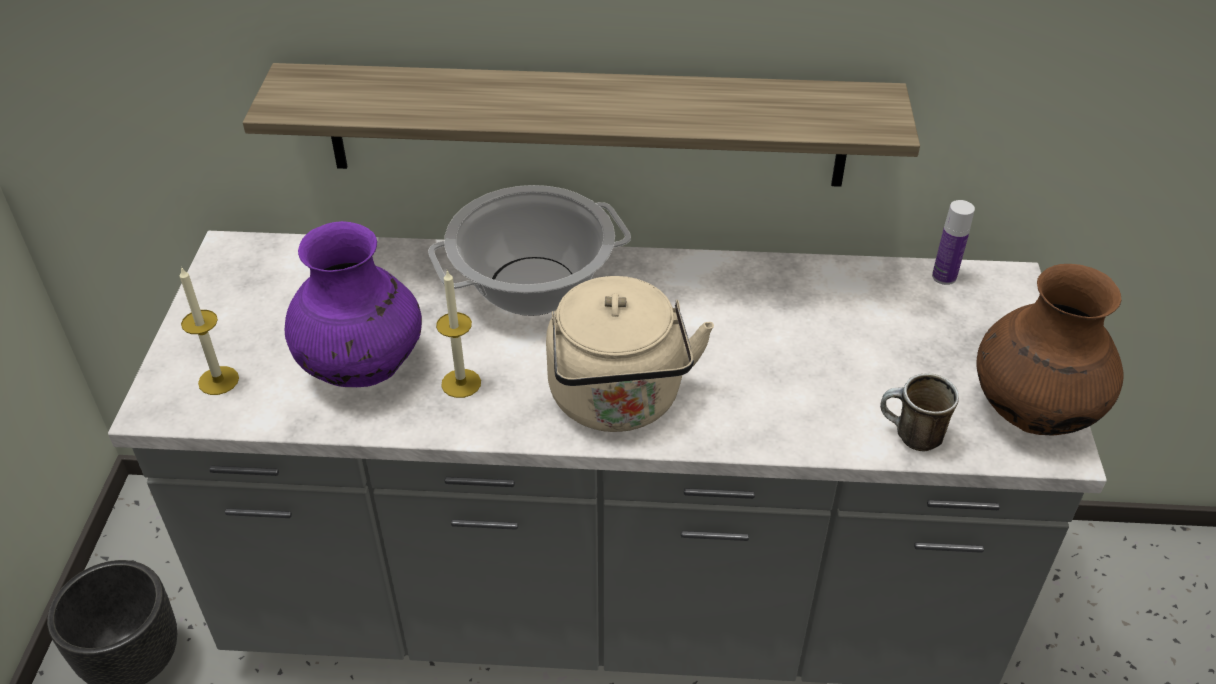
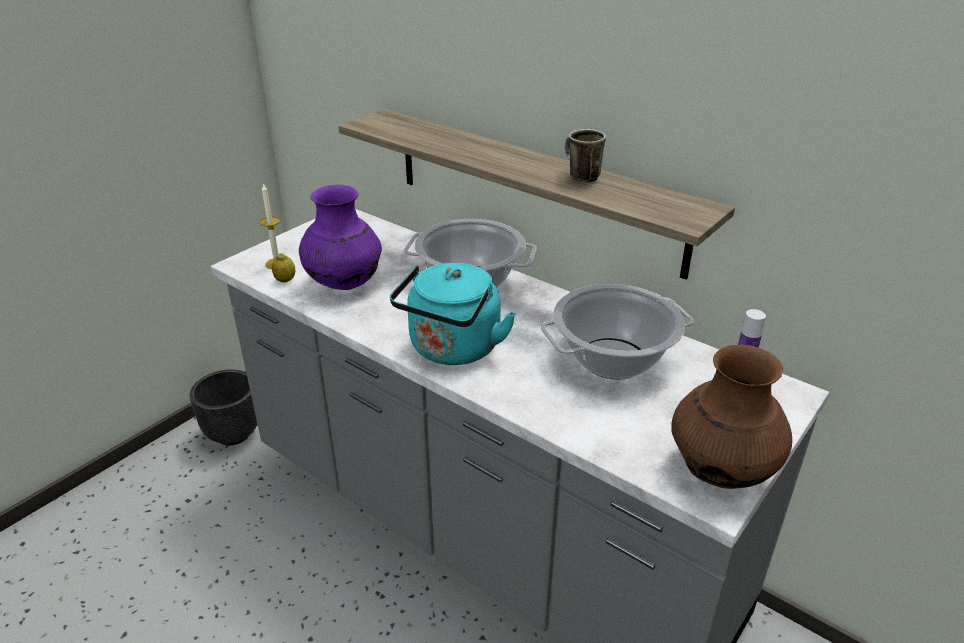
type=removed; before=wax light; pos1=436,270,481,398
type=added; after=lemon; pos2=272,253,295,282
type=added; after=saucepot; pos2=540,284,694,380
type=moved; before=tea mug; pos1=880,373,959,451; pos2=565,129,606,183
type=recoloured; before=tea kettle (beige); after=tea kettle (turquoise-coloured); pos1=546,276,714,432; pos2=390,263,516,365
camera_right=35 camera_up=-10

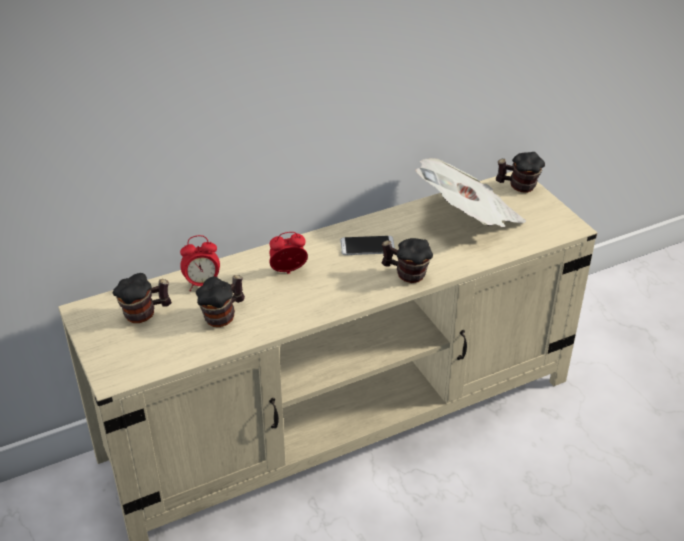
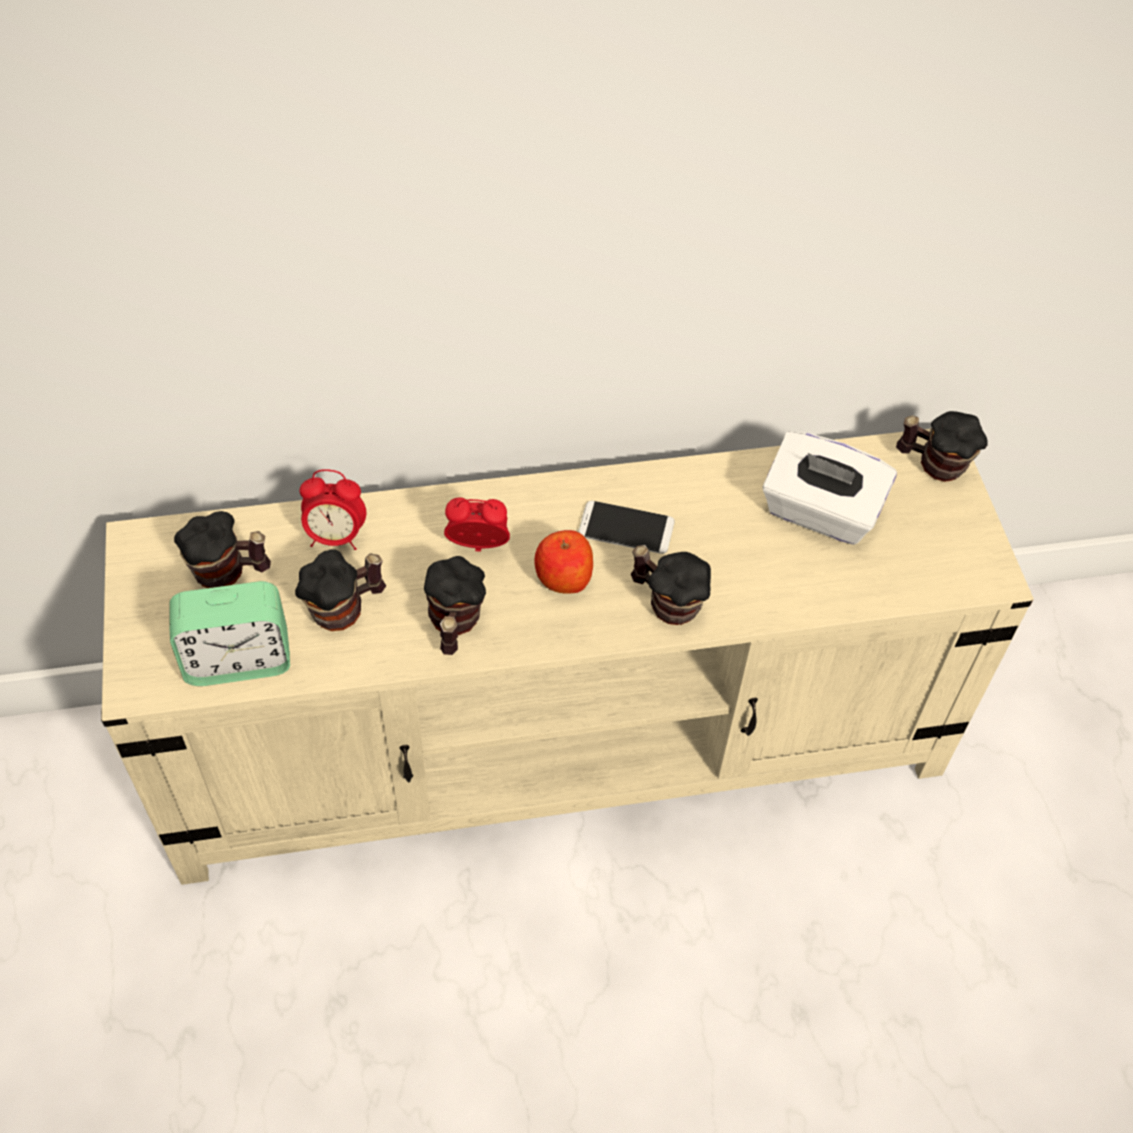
type=added; after=alarm clock; pos2=169,581,290,686
type=added; after=tea mug; pos2=424,556,486,655
type=added; after=whole apple; pos2=534,530,593,594
type=replaced; before=daily paper; after=box of tissues (whitish); pos1=415,158,526,227; pos2=762,431,897,545
camera_right=15 camera_up=15

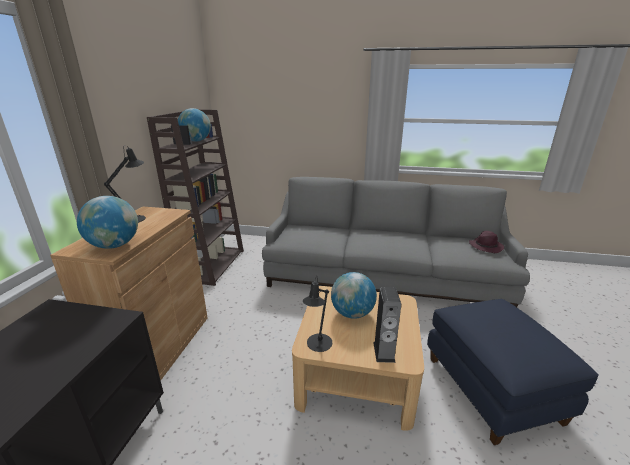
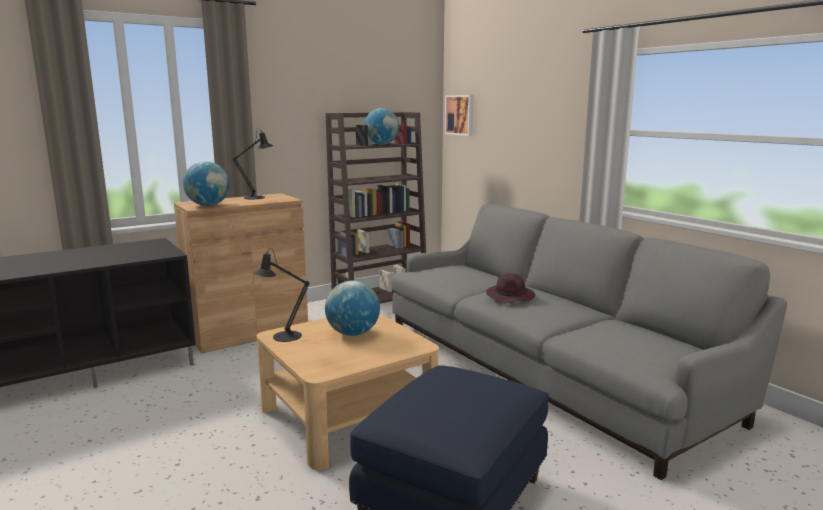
type=removed; before=audio speaker; pos1=373,287,401,363
type=added; after=wall picture; pos2=445,95,474,136
type=moved; before=clothing hat (purple-coloured); pos1=469,231,504,253; pos2=486,274,535,304
camera_right=45 camera_up=-10

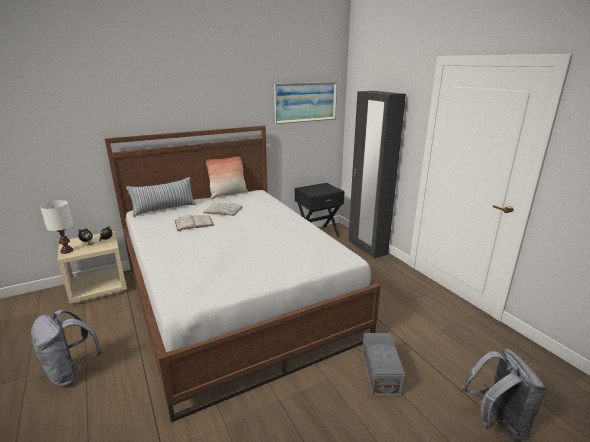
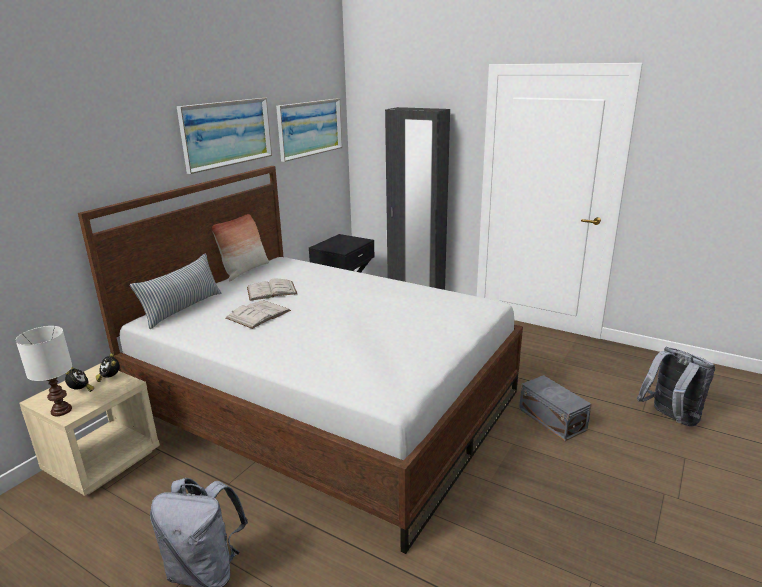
type=added; after=wall picture; pos2=177,98,272,174
camera_right=-30 camera_up=0

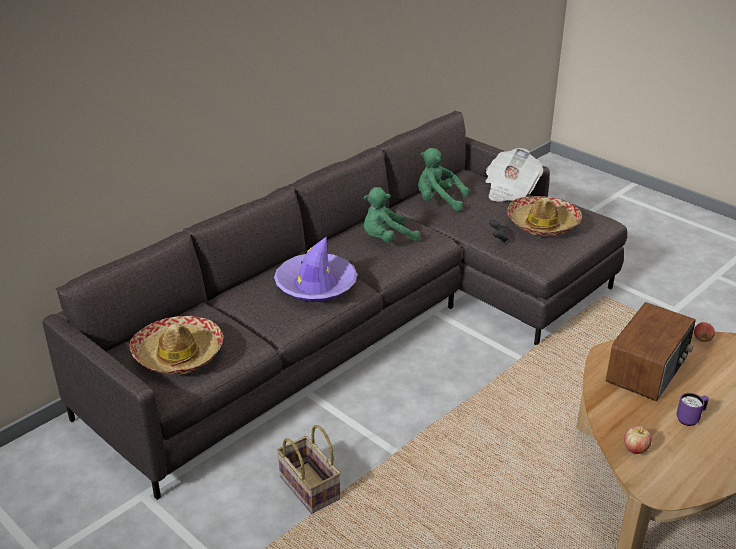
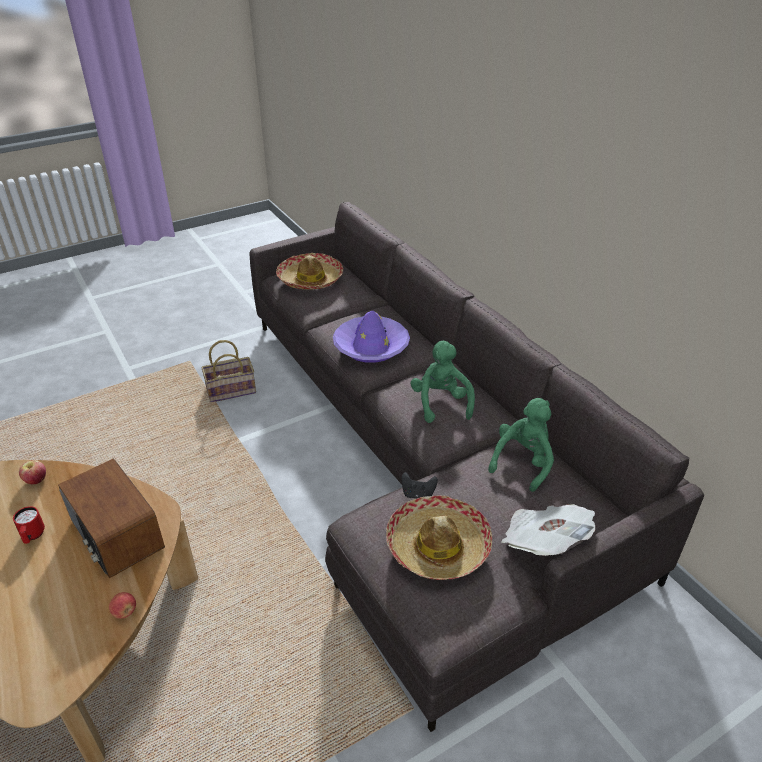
type=recoloured; before=tea mug (purple-coloured); after=tea mug (red-coloured); pos1=677,393,709,426; pos2=13,506,45,544
camera_right=105 camera_up=5

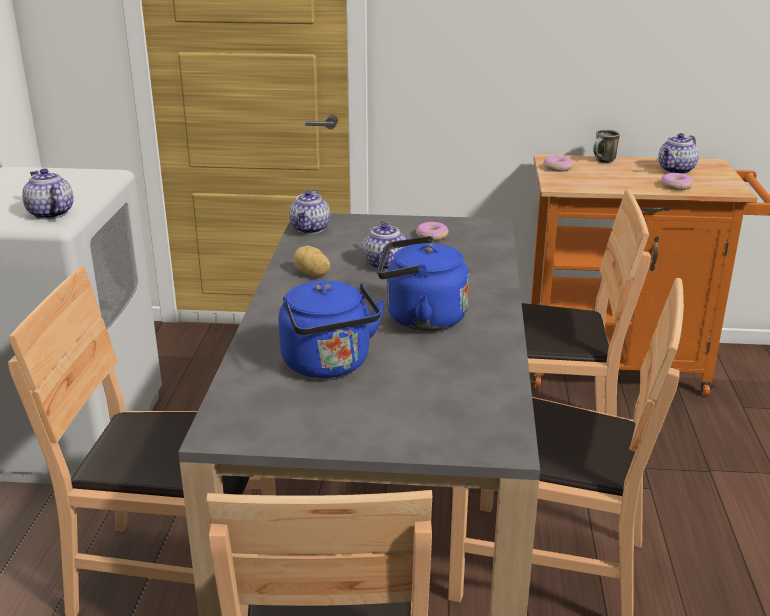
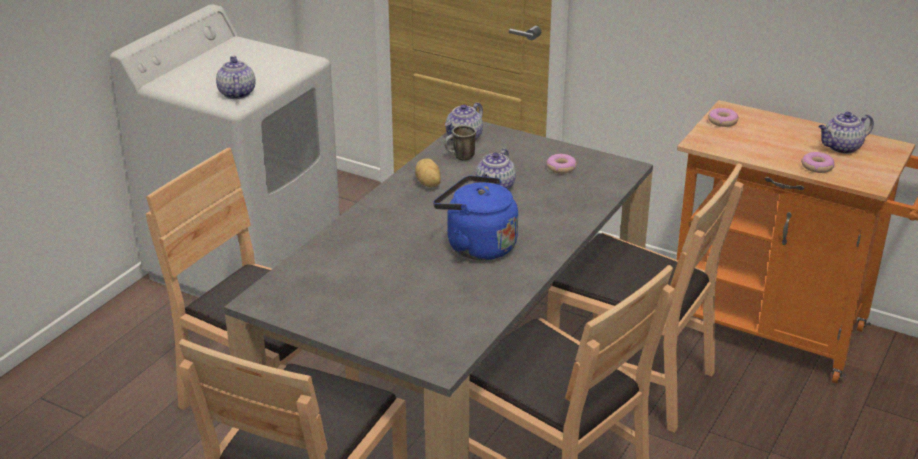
type=removed; before=tea kettle (bluish); pos1=279,281,385,378
type=moved; before=tea mug; pos1=593,129,620,163; pos2=445,125,476,161
camera_right=25 camera_up=5

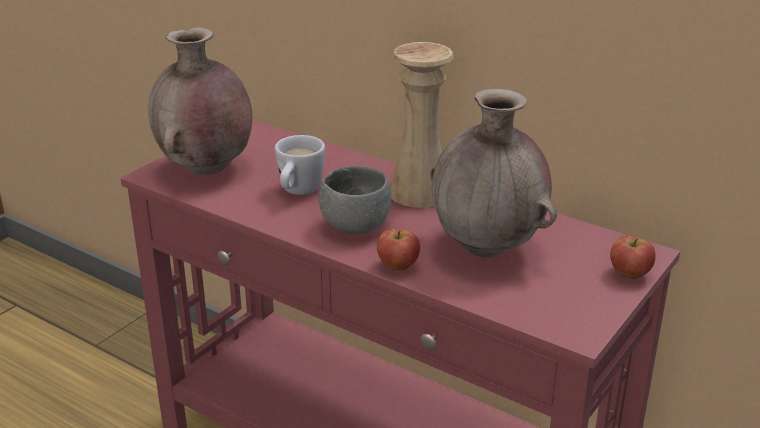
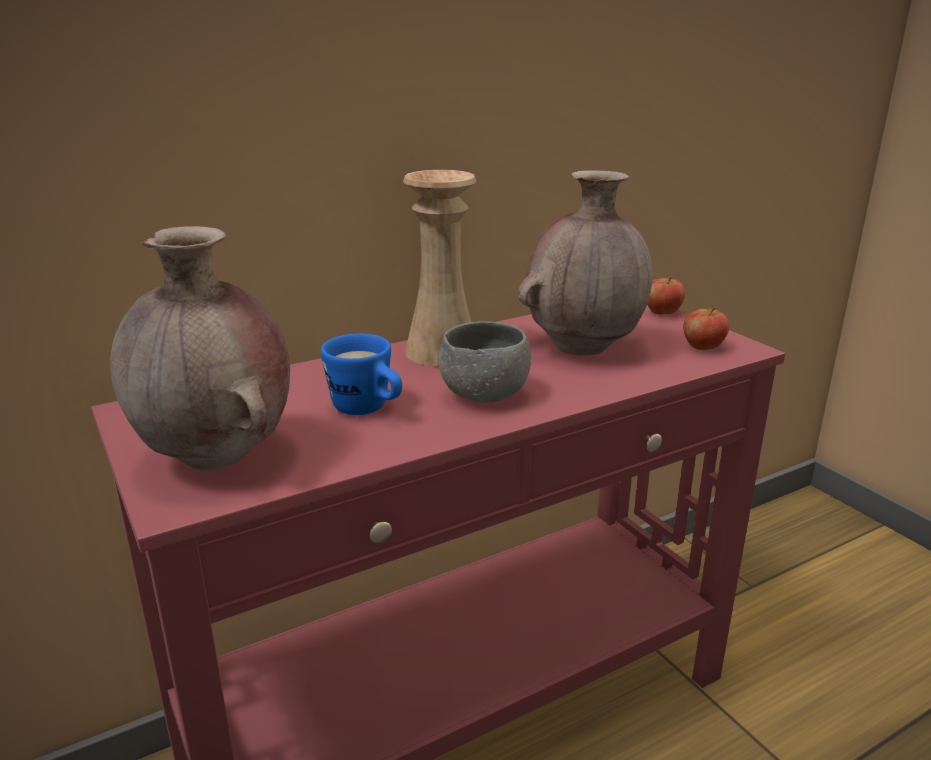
type=moved; before=whole apple; pos1=377,229,420,270; pos2=683,305,729,350
type=recoloured; before=tea mug (whitish); after=tea mug (bluish); pos1=275,135,325,195; pos2=321,334,402,415
camera_right=-65 camera_up=-5

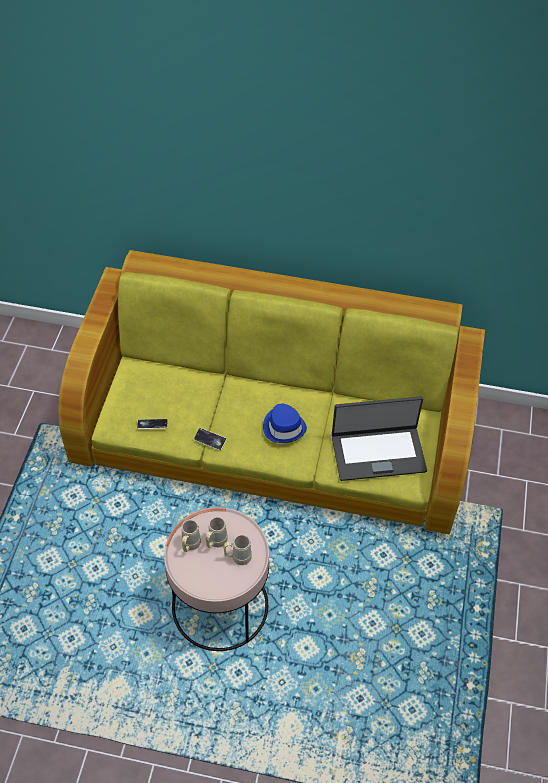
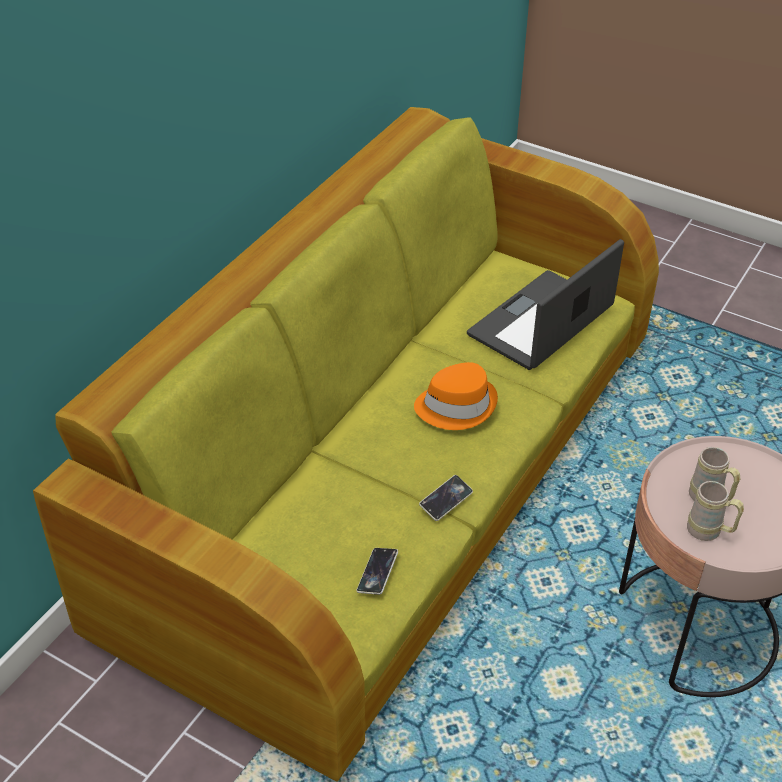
type=removed; before=tea mug (beige); pos1=223,535,252,565
type=recoloured; before=clothing hat (bluish); after=clothing hat (orangey); pos1=263,404,307,443; pos2=414,362,498,430
type=turned; before=portable computer; pos1=332,396,427,481; pos2=467,239,624,370; turn=-150
camera_right=-70 camera_up=-10

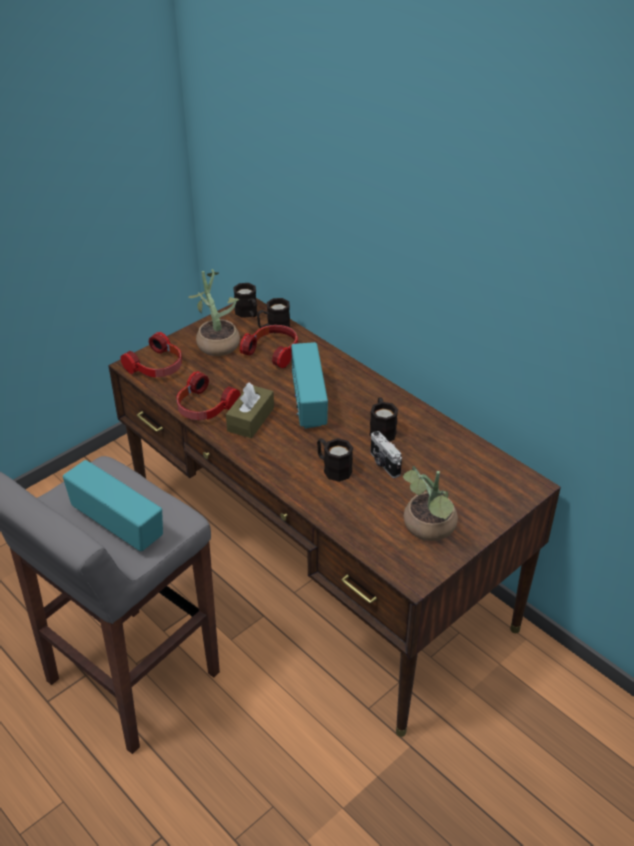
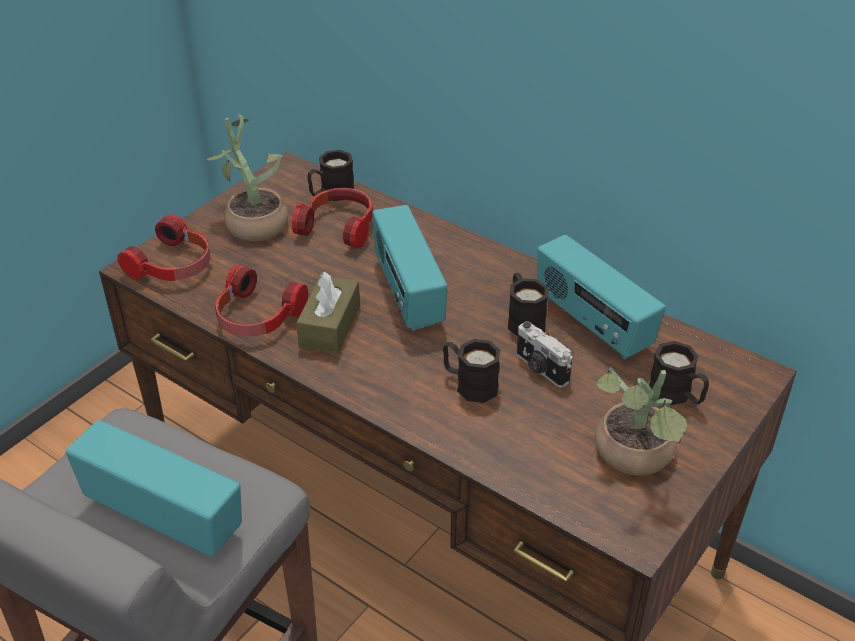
type=added; after=radio; pos2=537,235,666,360
type=moved; before=tea mug (black-coloured); pos1=233,283,257,318; pos2=649,341,709,406
camera_right=-10 camera_up=0

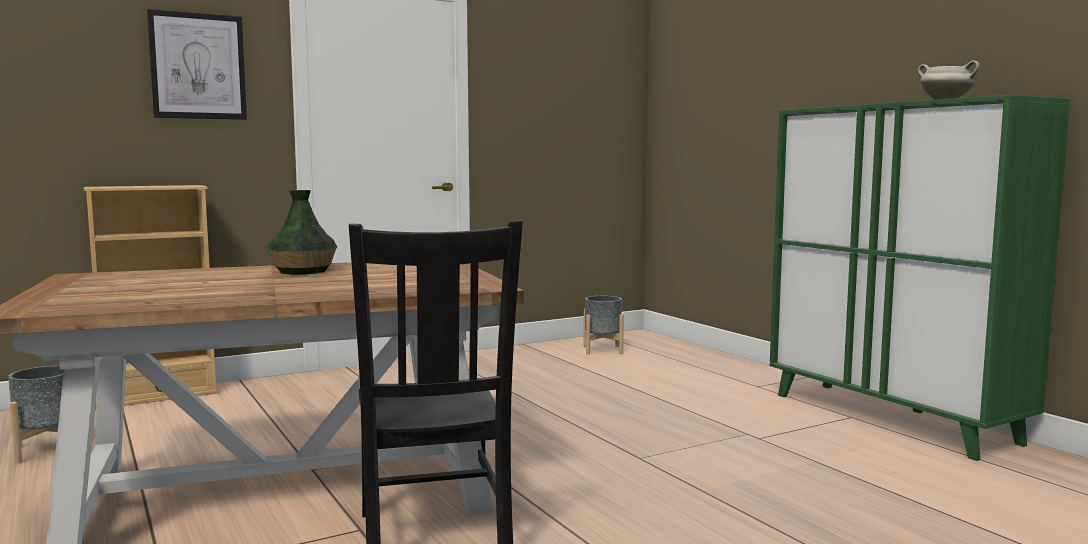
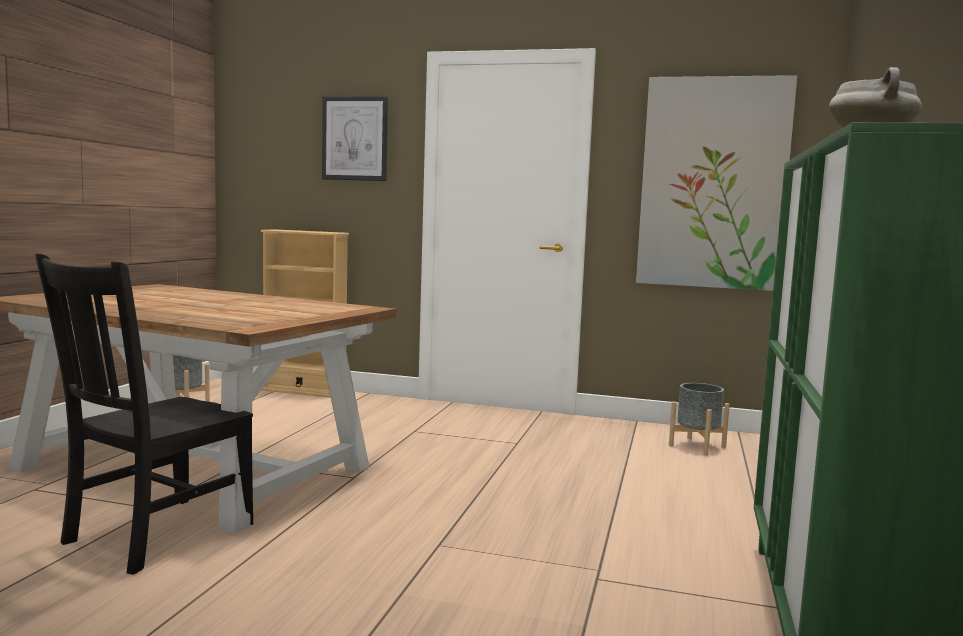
type=removed; before=vase; pos1=267,190,337,275
type=added; after=wall picture; pos2=636,75,797,291
camera_right=45 camera_up=0

